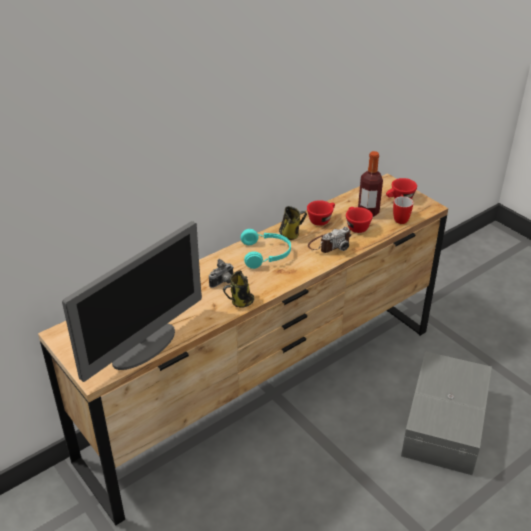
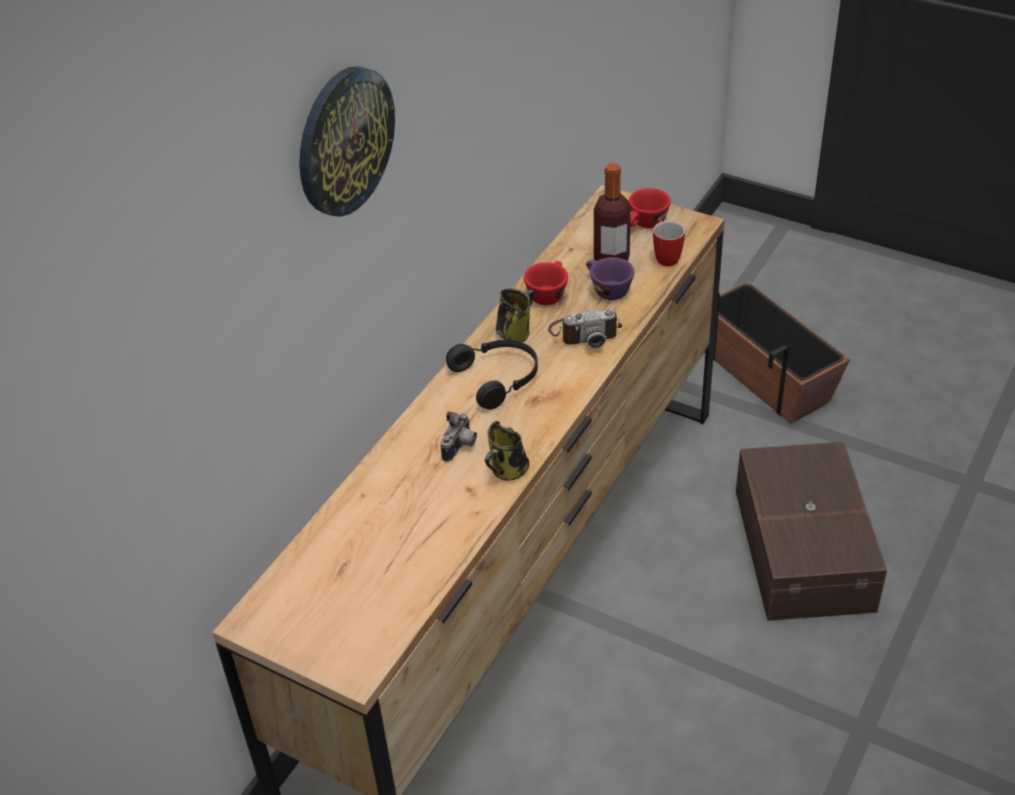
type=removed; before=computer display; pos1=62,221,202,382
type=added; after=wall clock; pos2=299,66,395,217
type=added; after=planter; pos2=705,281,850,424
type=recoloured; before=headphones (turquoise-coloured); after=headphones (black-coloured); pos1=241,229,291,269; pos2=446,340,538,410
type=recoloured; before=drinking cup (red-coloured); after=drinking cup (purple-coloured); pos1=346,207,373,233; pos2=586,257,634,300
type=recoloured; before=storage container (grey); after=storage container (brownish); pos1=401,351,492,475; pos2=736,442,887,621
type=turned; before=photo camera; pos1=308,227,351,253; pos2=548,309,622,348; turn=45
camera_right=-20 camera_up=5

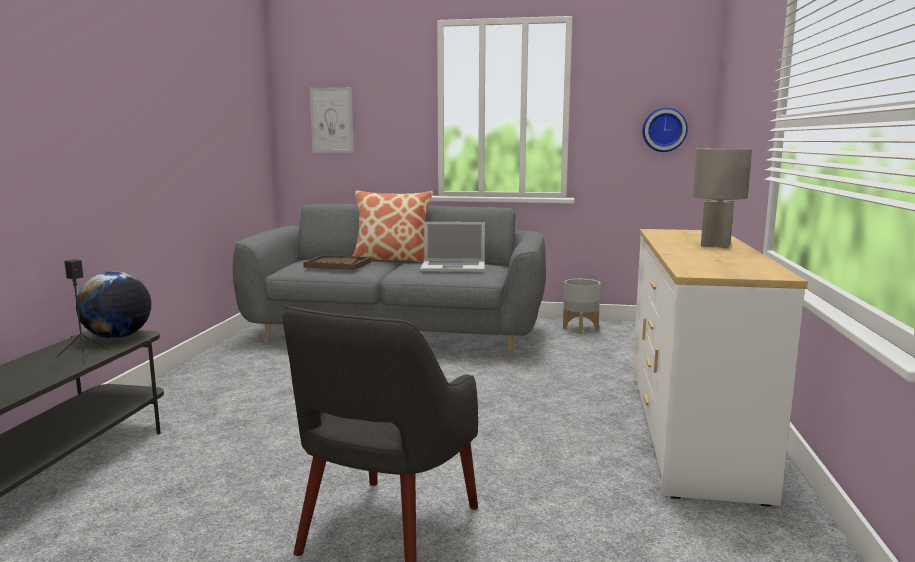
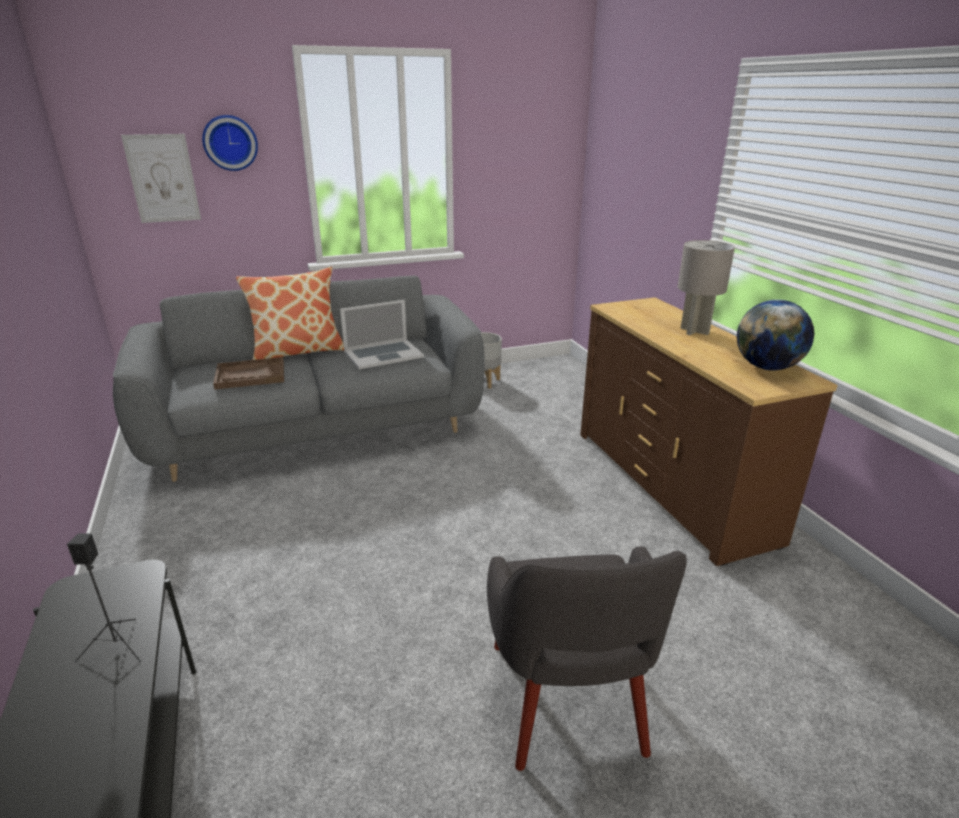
type=moved; before=globe; pos1=76,271,151,339; pos2=737,300,814,370
type=moved; before=wall clock; pos1=642,108,688,152; pos2=202,115,258,171
type=recoloured; before=dresser (whitish); after=dresser (brownish); pos1=632,229,808,507; pos2=580,297,838,566
camera_right=-30 camera_up=15

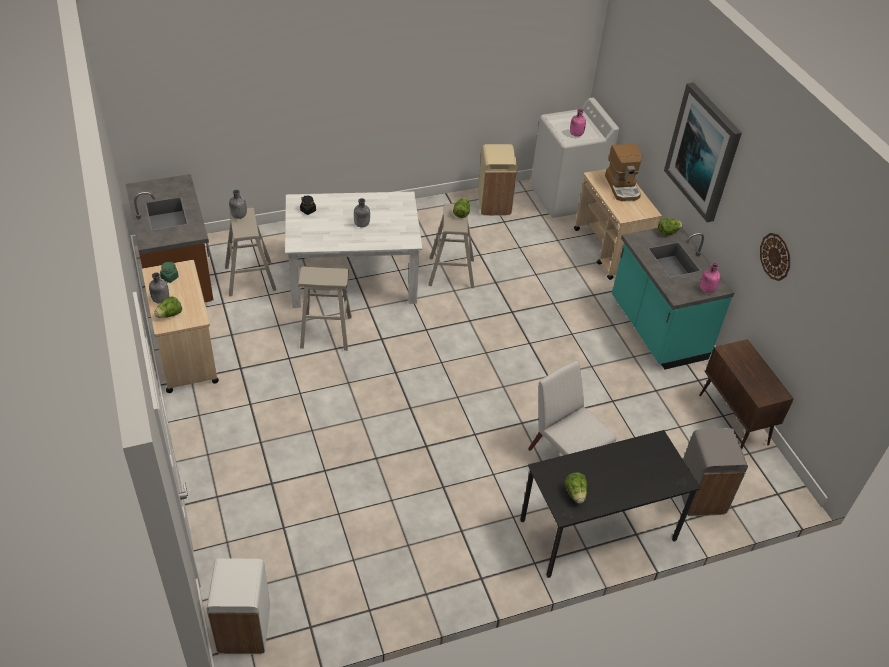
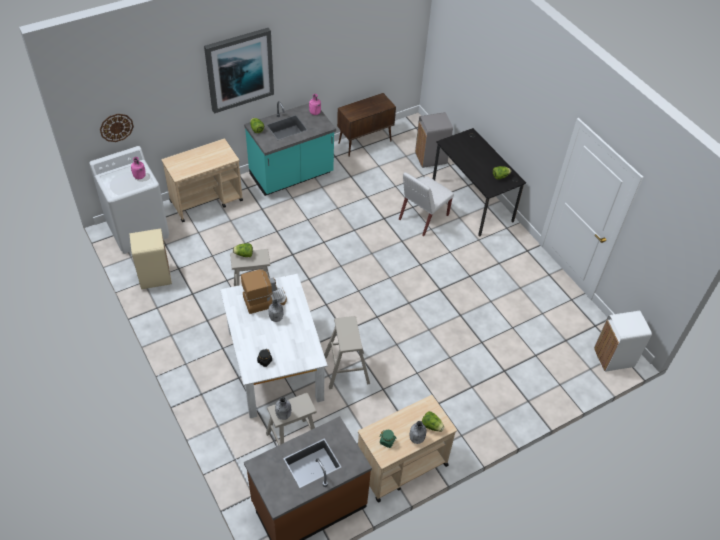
type=moved; before=coffee brewer; pos1=605,144,642,201; pos2=241,269,287,314
type=moved; before=wall clock; pos1=760,233,790,281; pos2=100,114,134,142
camera_right=-100 camera_up=5

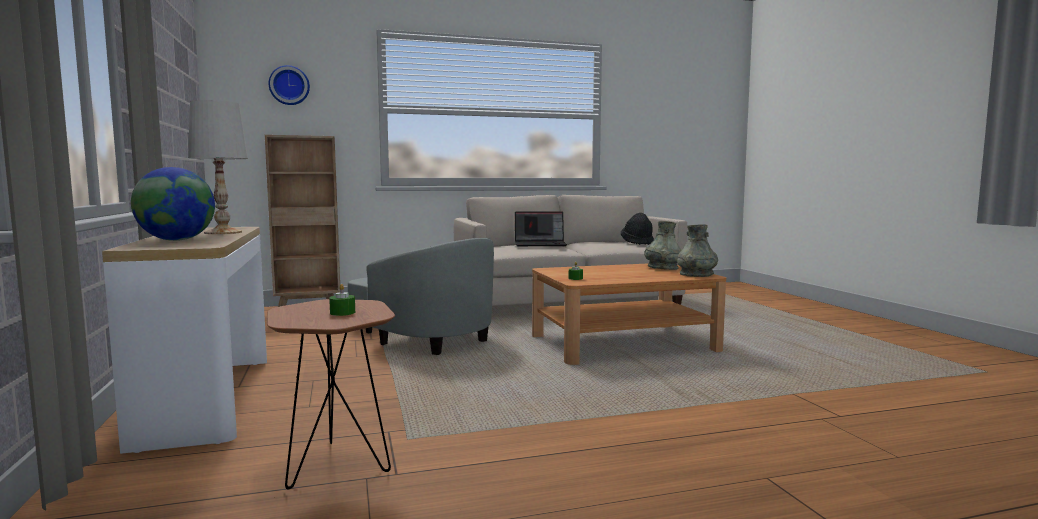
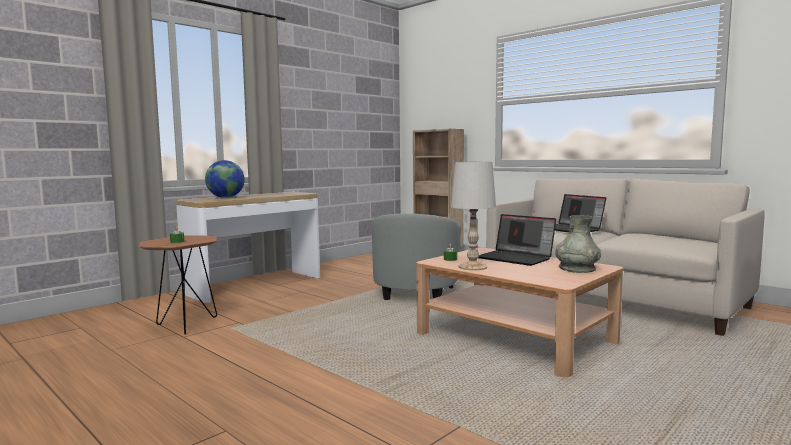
type=removed; before=wall clock; pos1=268,65,310,105
type=removed; before=clothing hat (black-coloured); pos1=621,213,654,245
type=removed; before=vase (grey); pos1=677,224,718,277
type=added; after=portable computer; pos2=478,214,556,266
type=moved; before=lamp for a table (whitish); pos1=188,100,248,234; pos2=451,162,496,270
camera_right=60 camera_up=0

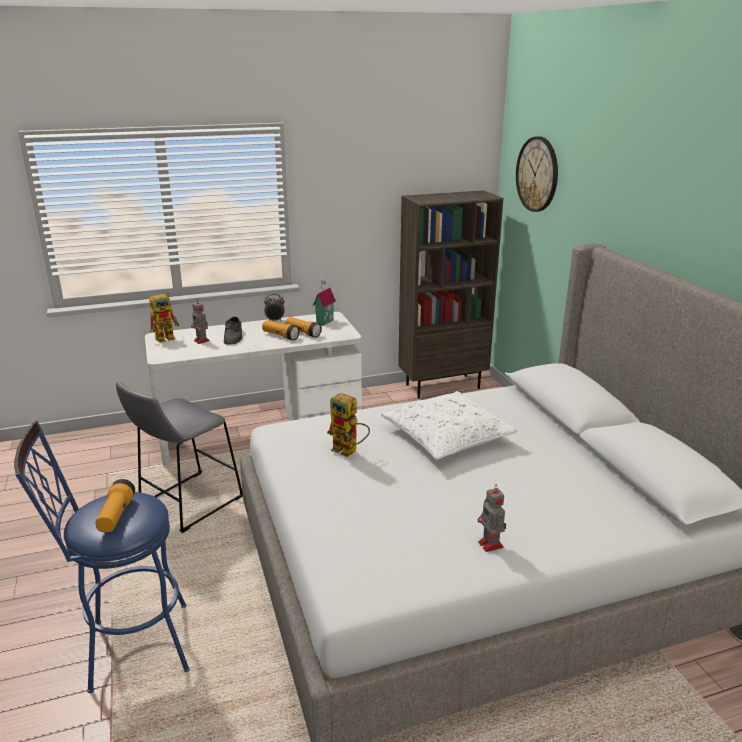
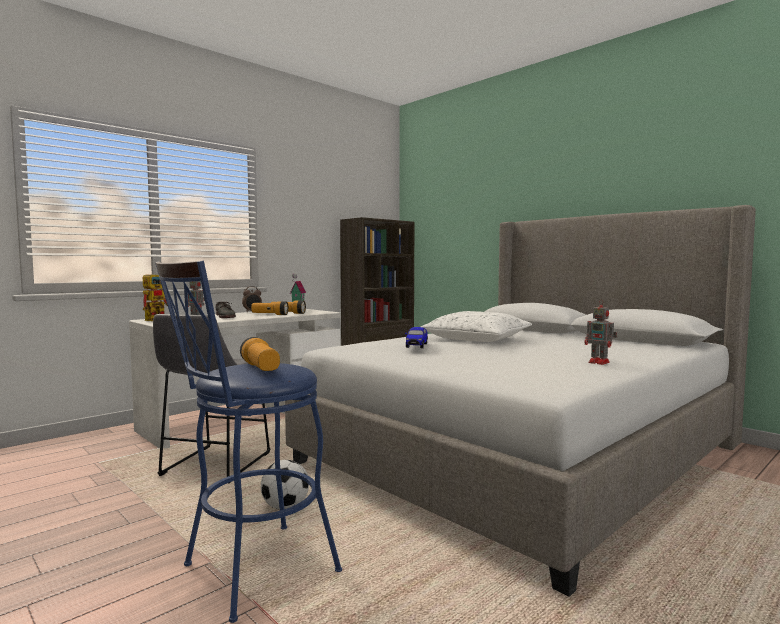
type=removed; before=wall clock; pos1=516,136,558,212
type=added; after=football ball; pos2=261,460,309,510
type=replaced; before=robot figure; after=miniature car; pos1=327,393,370,457; pos2=405,327,428,348
camera_right=-25 camera_up=-20

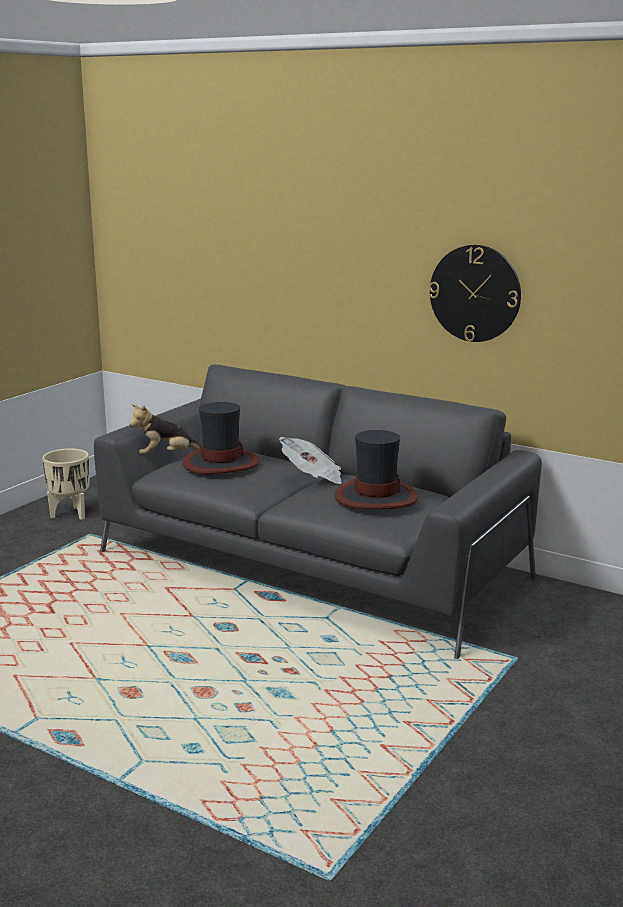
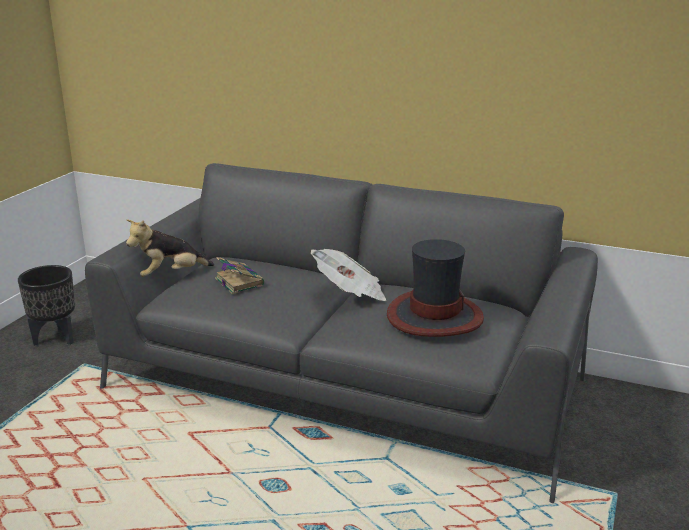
type=removed; before=wall clock; pos1=429,245,521,342
type=replaced; before=clothing hat; after=volume; pos1=183,402,260,474; pos2=215,257,264,294
type=recoloured; before=planter (beige); after=planter (black-coloured); pos1=42,448,90,520; pos2=18,265,75,346
camera_right=-10 camera_up=5

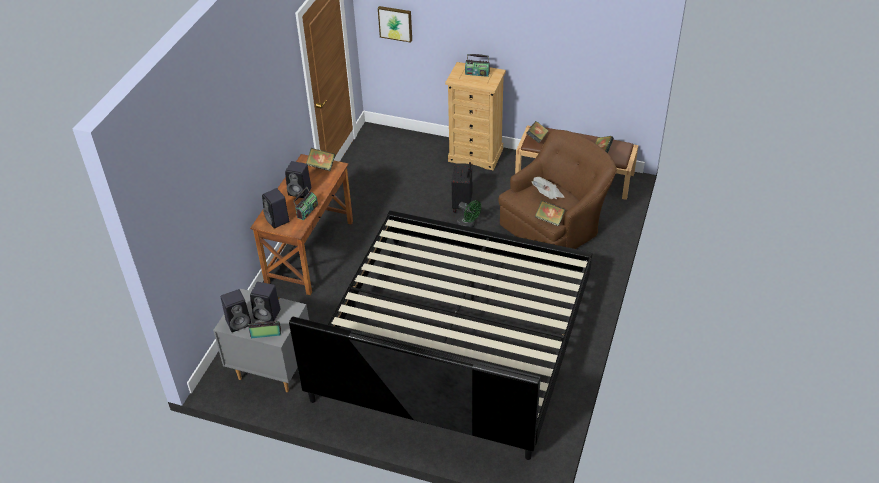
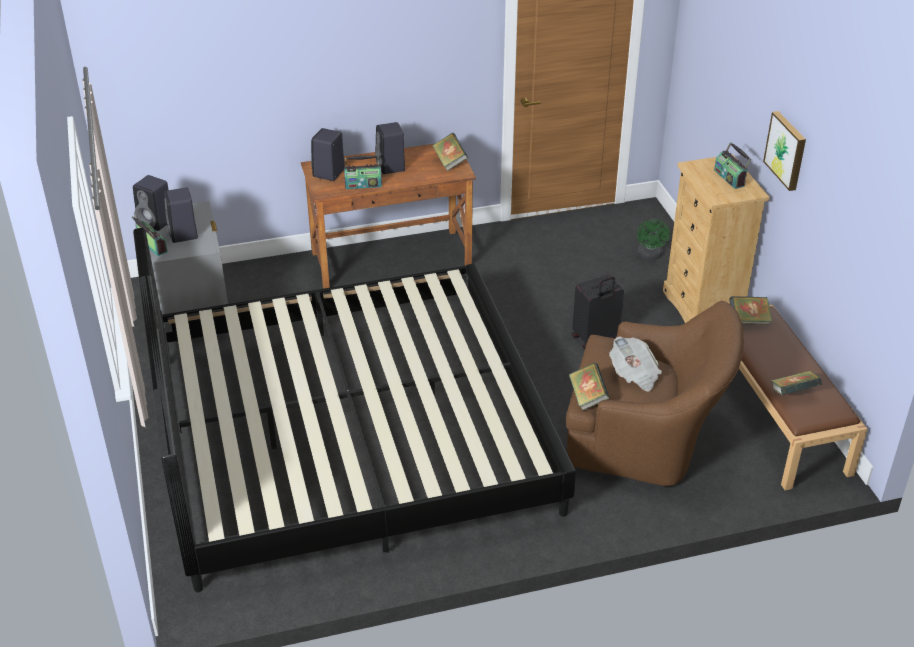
type=moved; before=wall picture; pos1=378,6,412,42; pos2=763,111,806,191
type=moved; before=electric fan (green-coloured); pos1=457,200,481,228; pos2=637,218,670,260
camera_right=55 camera_up=-5

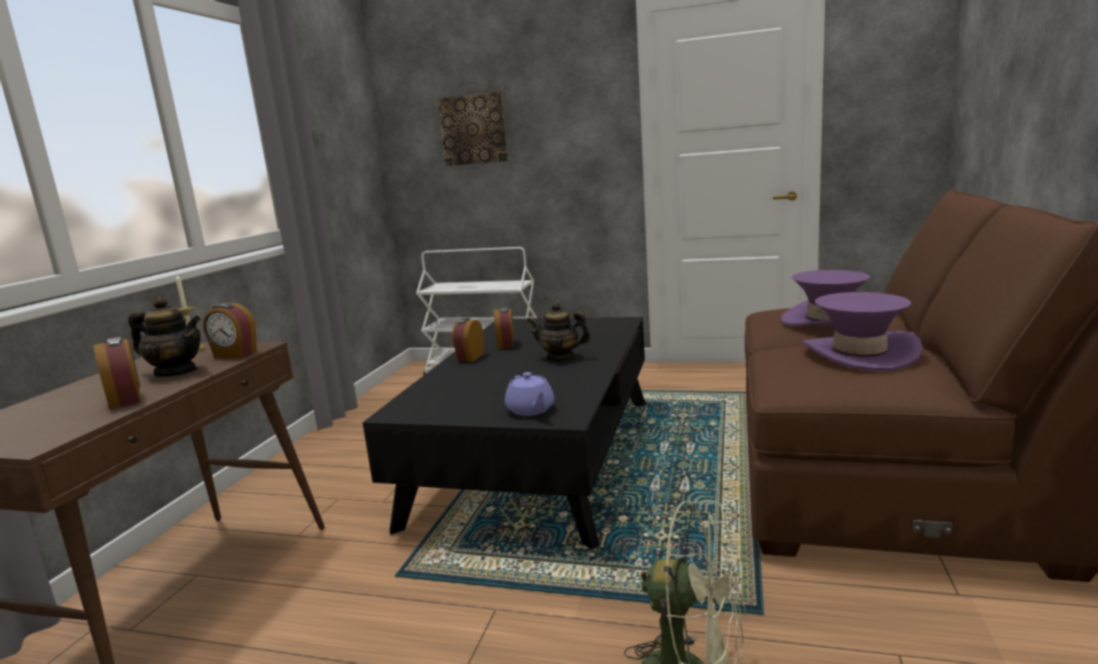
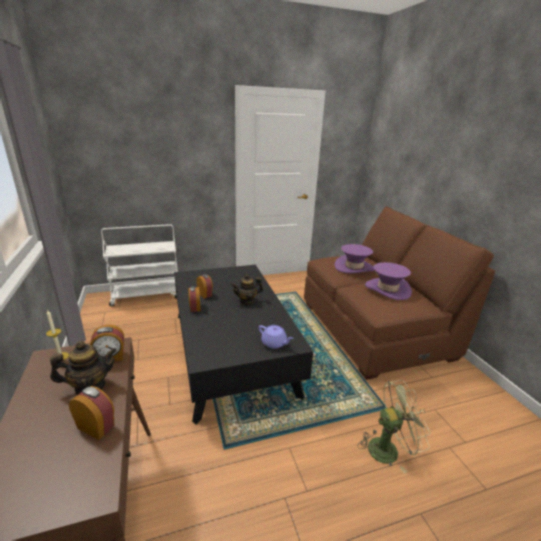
type=removed; before=wall picture; pos1=438,92,508,166
camera_right=-35 camera_up=10

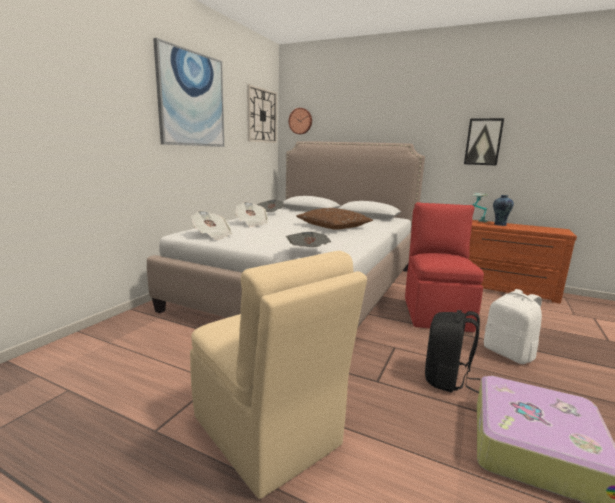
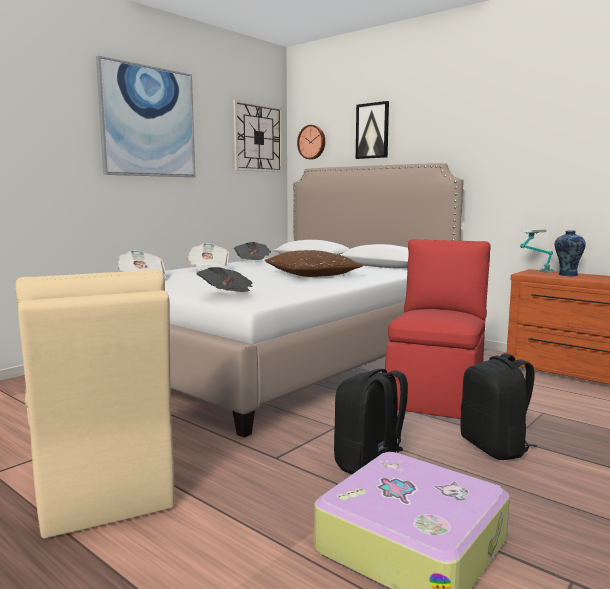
type=moved; before=wall picture; pos1=464,118,504,166; pos2=356,101,389,159
type=recoloured; before=knapsack (whitish); after=knapsack (black-coloured); pos1=484,289,542,364; pos2=460,353,537,460
camera_right=15 camera_up=-5

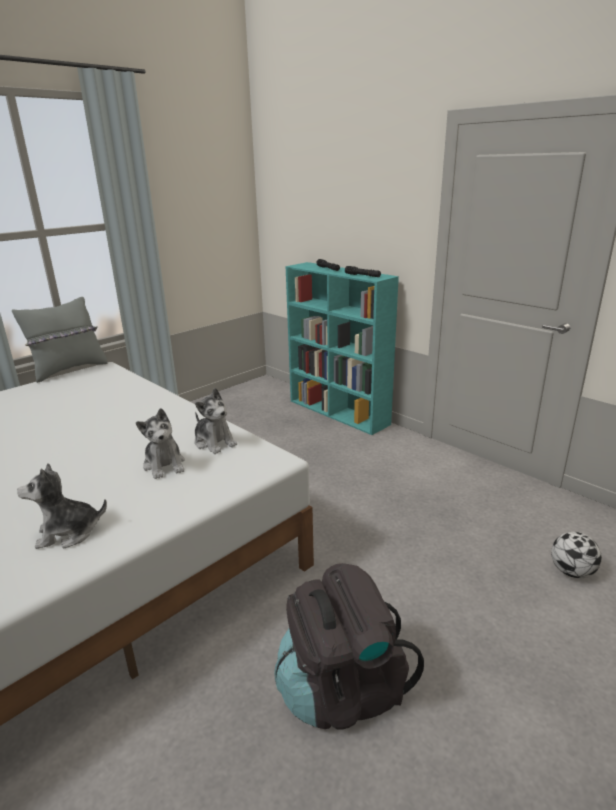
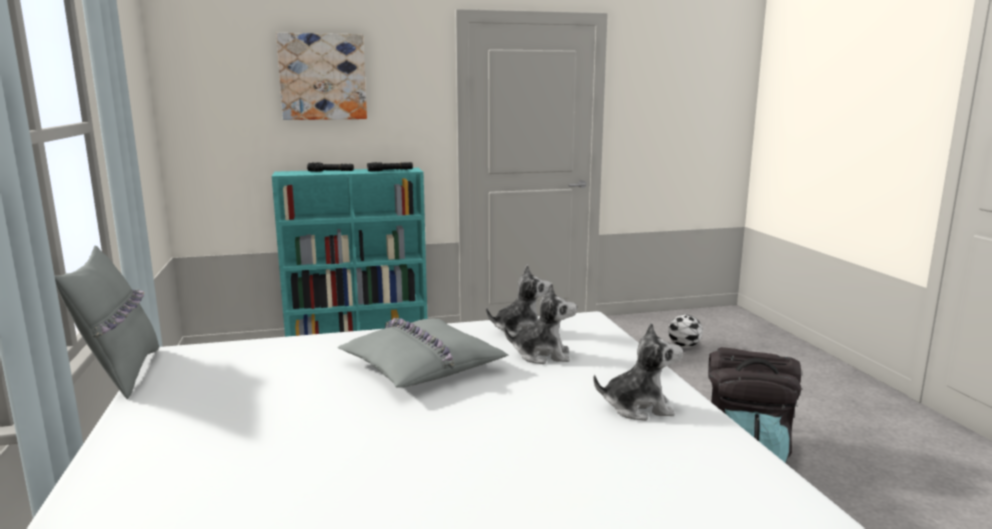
type=added; after=wall picture; pos2=276,33,367,120
type=added; after=throw pillow (grey); pos2=337,317,509,388
type=turned; before=plush toy; pos1=17,463,107,549; pos2=593,322,683,421; turn=-105
camera_right=-60 camera_up=-10

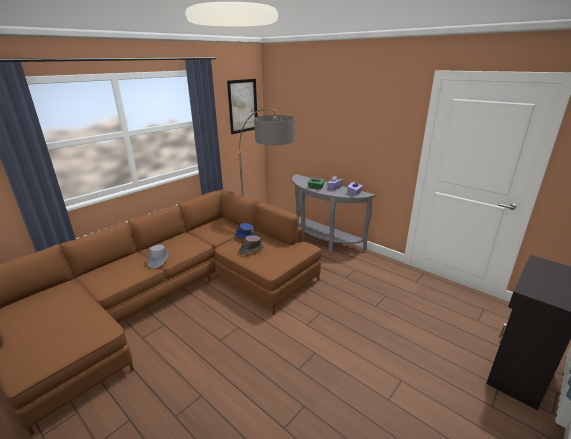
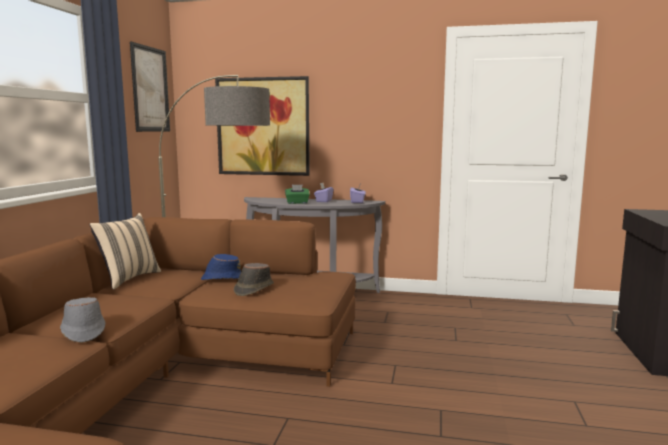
type=added; after=throw pillow (beige); pos2=89,213,161,290
type=added; after=wall picture; pos2=215,76,310,176
camera_right=-30 camera_up=-15

